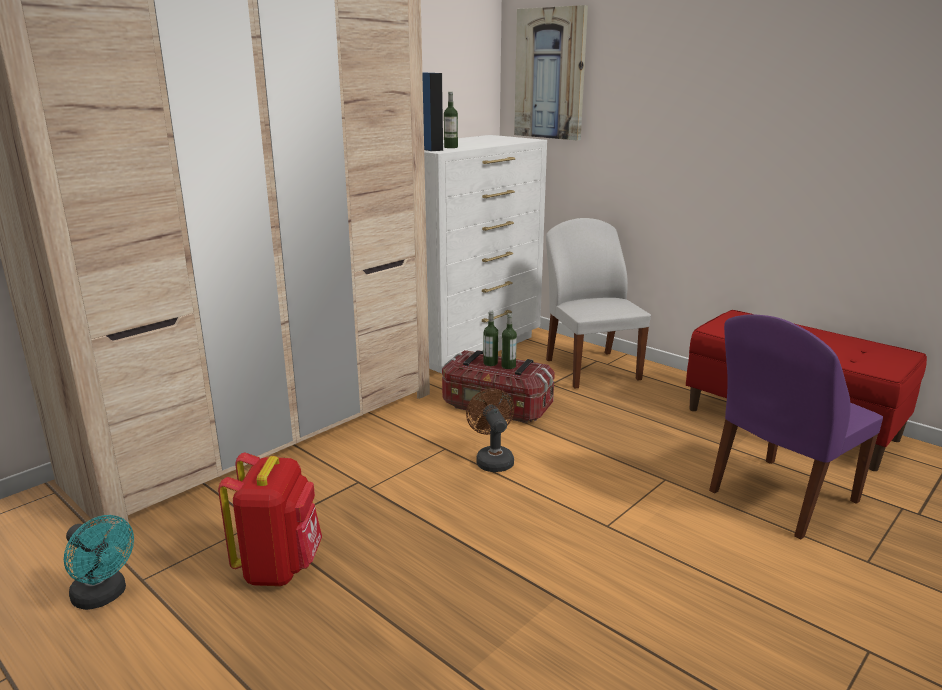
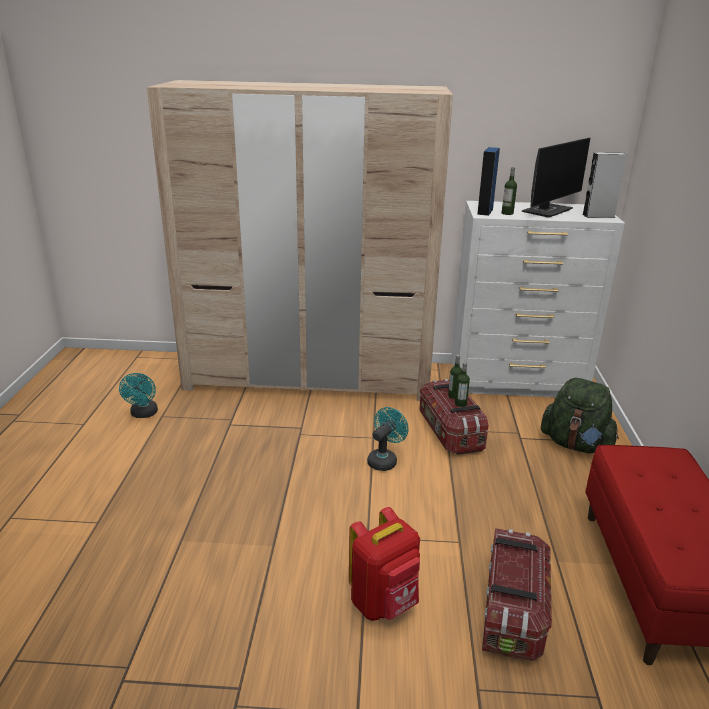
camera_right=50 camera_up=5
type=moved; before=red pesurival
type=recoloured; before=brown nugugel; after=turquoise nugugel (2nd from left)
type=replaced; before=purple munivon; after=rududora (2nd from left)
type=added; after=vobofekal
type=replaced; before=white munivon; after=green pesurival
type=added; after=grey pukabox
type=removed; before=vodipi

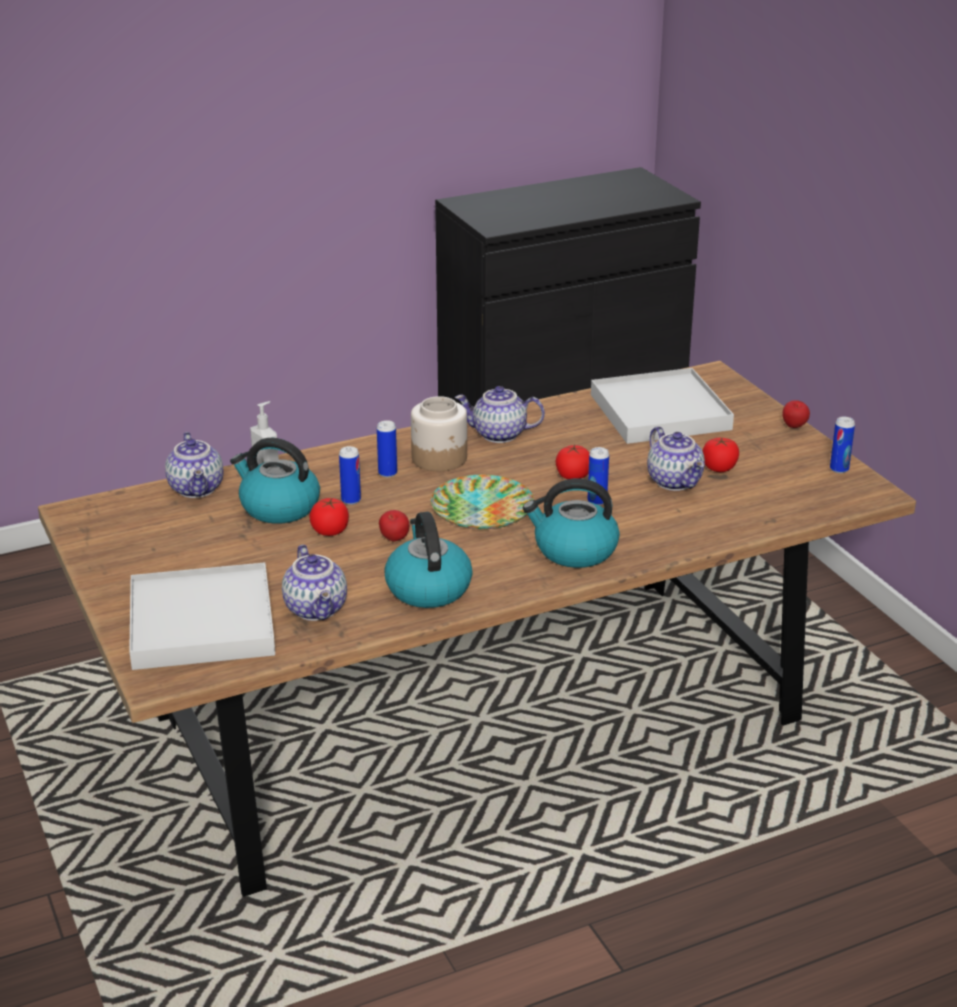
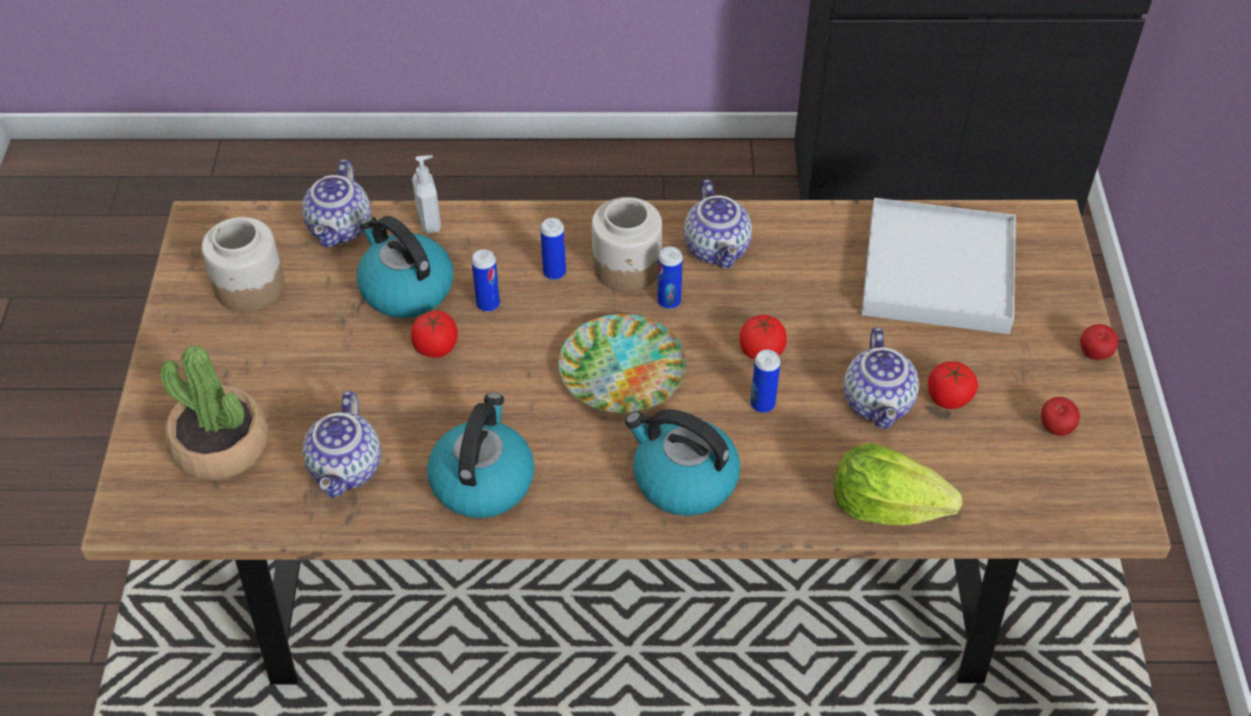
camera_right=25 camera_up=20
type=replaced; before=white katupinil (1st from left); after=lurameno
type=added; after=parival (1st from left)
type=moved; before=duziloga (4th from left in the first image); after=duziloga (3rd from left)
type=turned; before=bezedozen (3rd from left); turn=-135
type=added; after=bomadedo
type=moved; before=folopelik (1st from left)

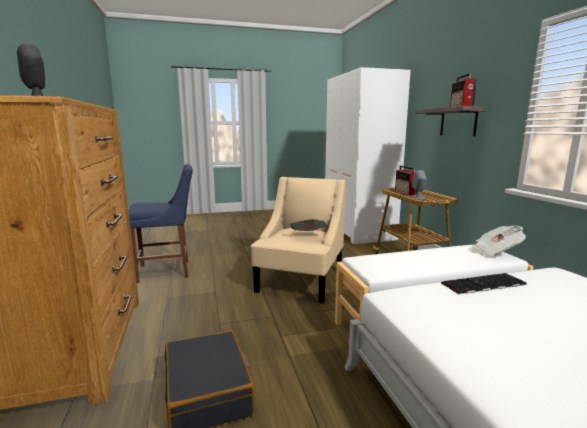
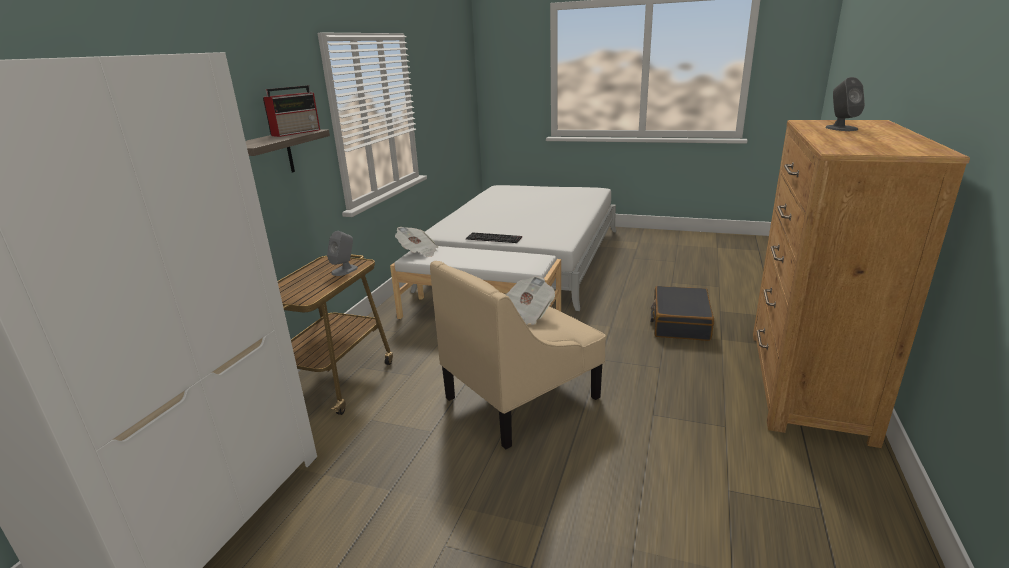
camera_right=-145 camera_up=10
type=removed; before=blue munivon
type=removed; before=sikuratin (1st from left)

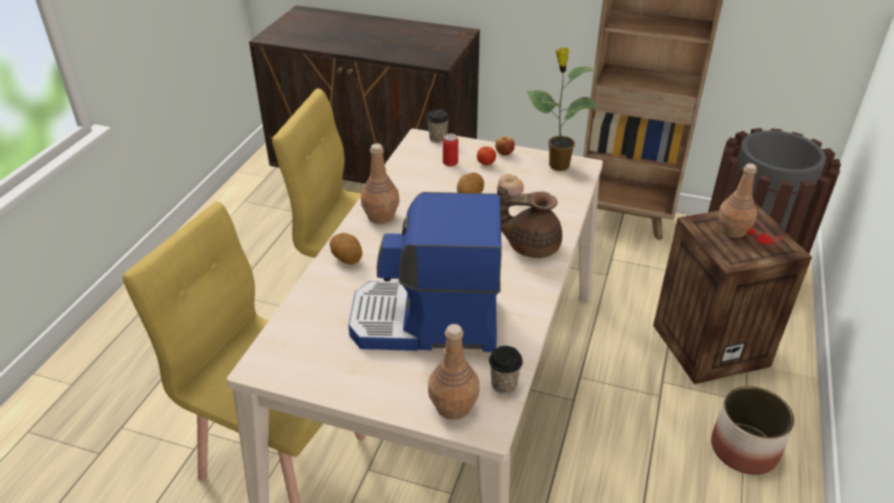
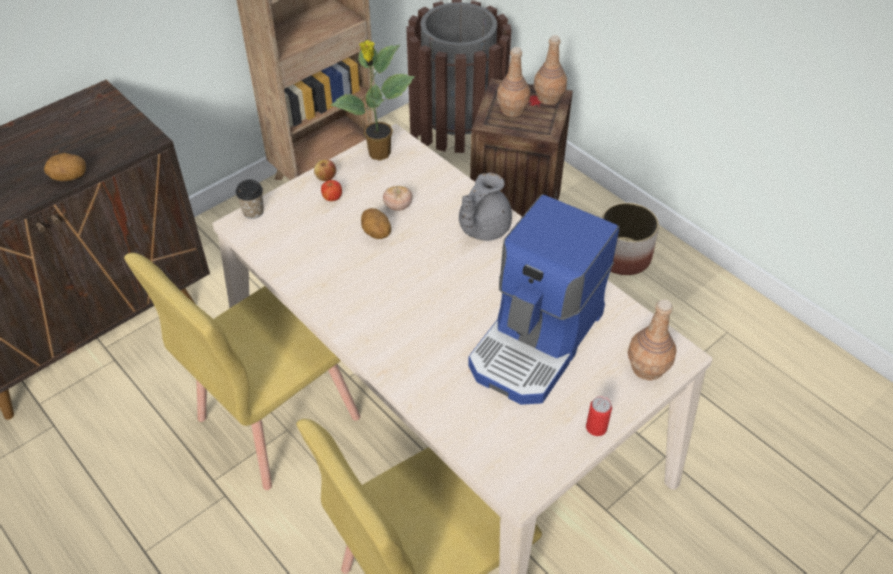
camera_right=-60 camera_up=10
type=moved; before=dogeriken (1st from left)
type=recoloured; before=brown bezedozen; after=grey bezedozen
type=moved; before=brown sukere (1st from left in the first image); after=brown sukere (2nd from left)
type=moved; before=duziloga
type=removed; before=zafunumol (2nd from left)

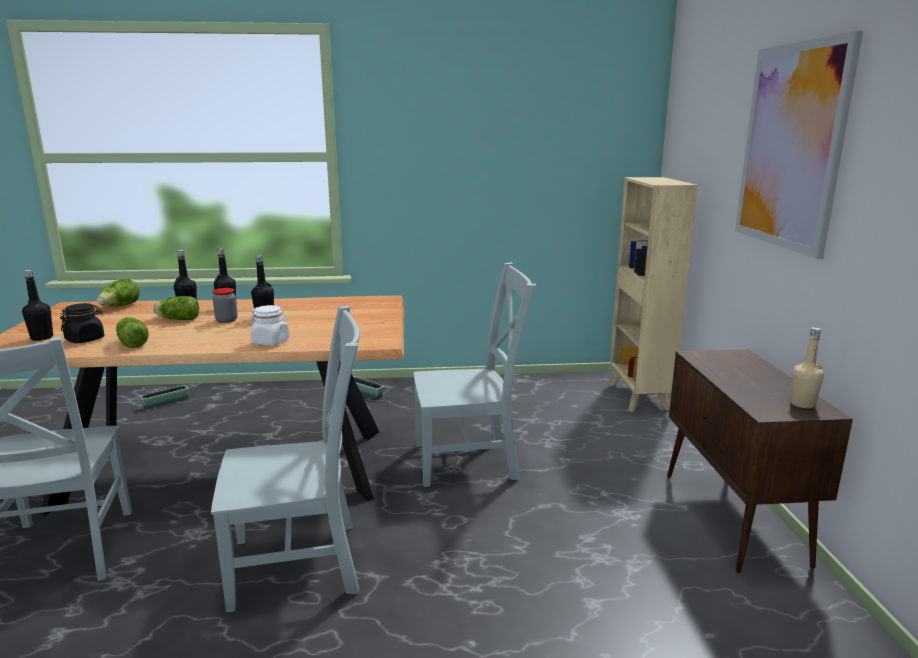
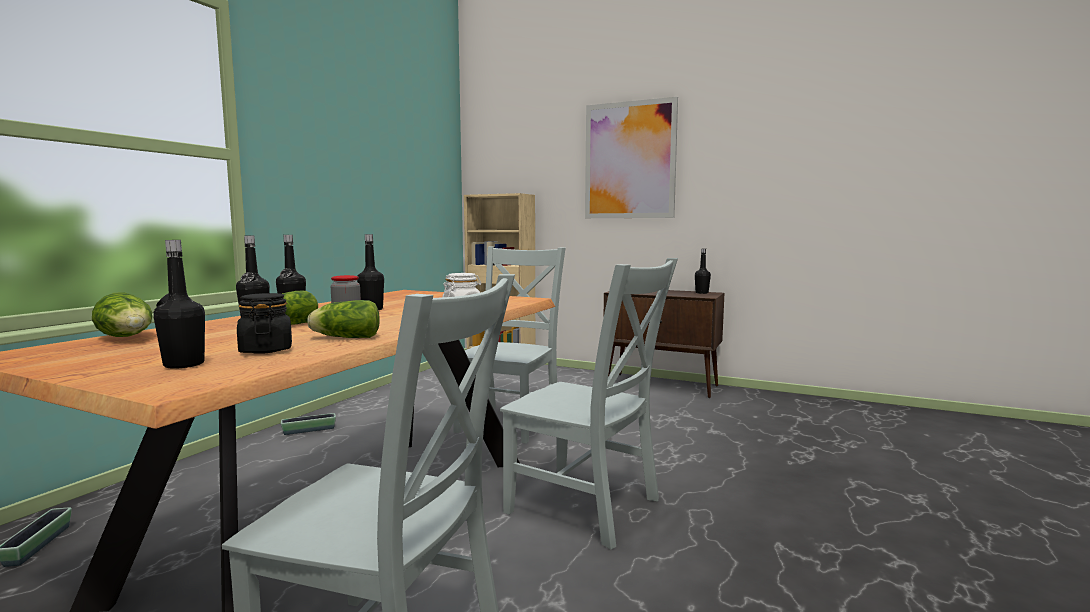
camera_right=-60 camera_up=-10
type=turned; before=grey munivon (2nd from left in the first image); turn=105
type=recoloured; before=beige sukere; after=black sukere (5th from left)

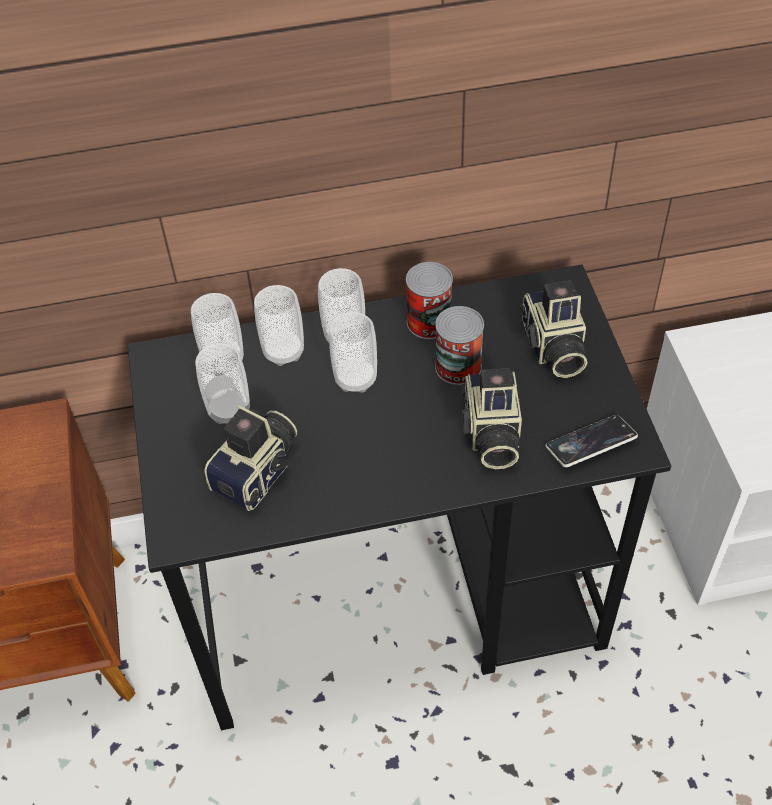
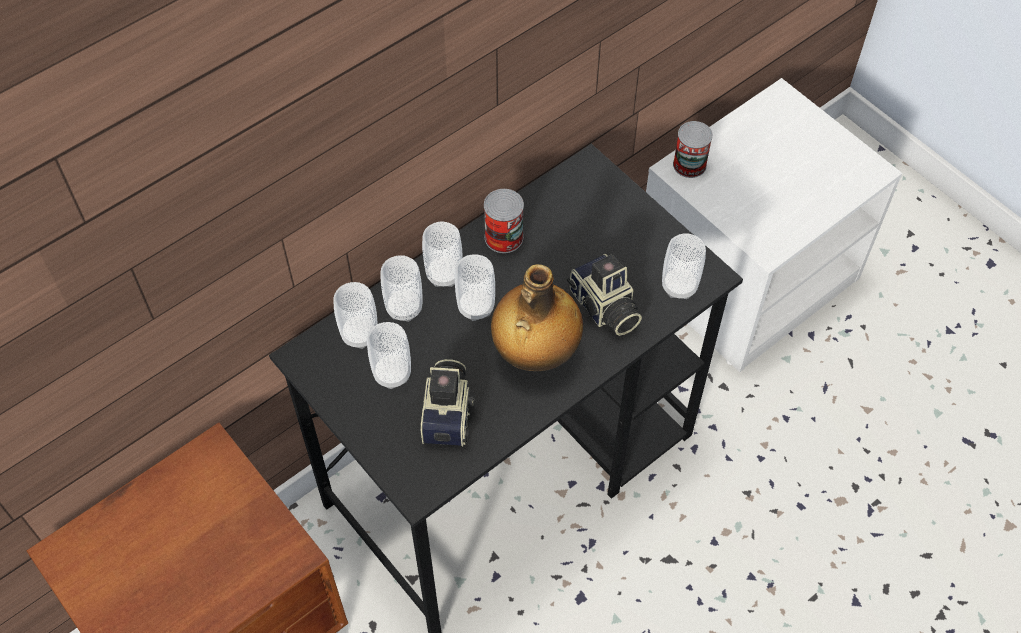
camera_right=-30 camera_up=5
type=added; after=sukere
type=replaced; before=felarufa; after=zafunumol (6th from left)
type=moved; before=duziloga (2nd from left)
type=removed; before=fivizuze (3rd from left)

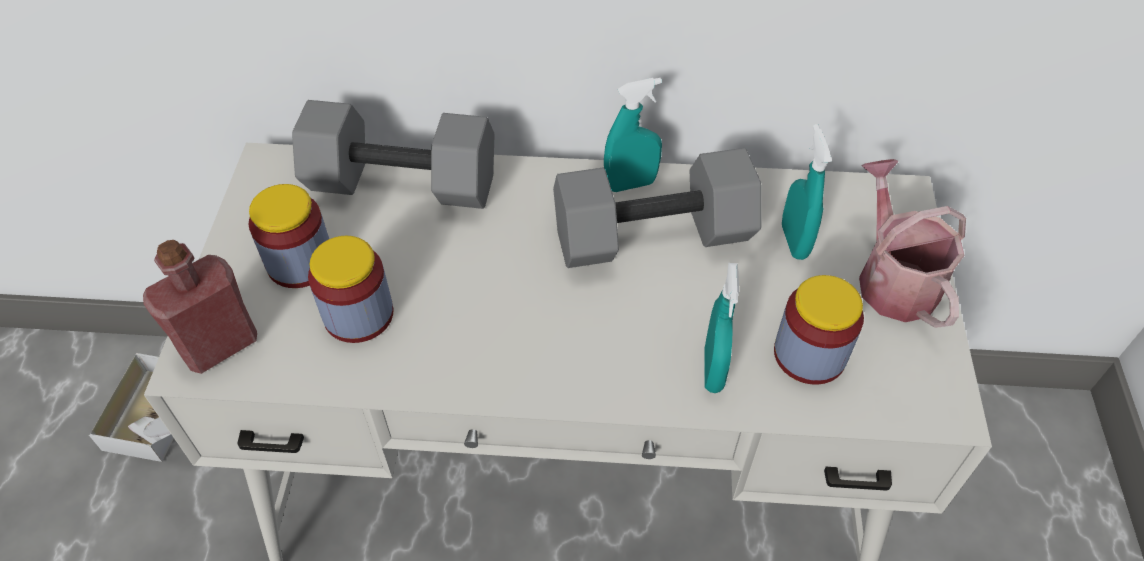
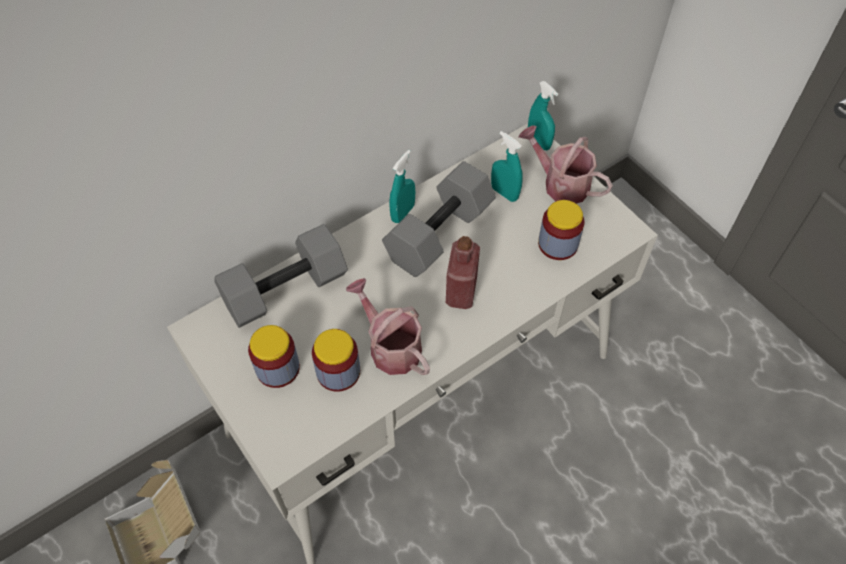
camera_right=-40 camera_up=5
type=added; after=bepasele (1st from left)
type=moved; before=red sukere
type=moved; before=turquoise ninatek (2nd from left in the first image); after=turquoise ninatek (3rd from left)

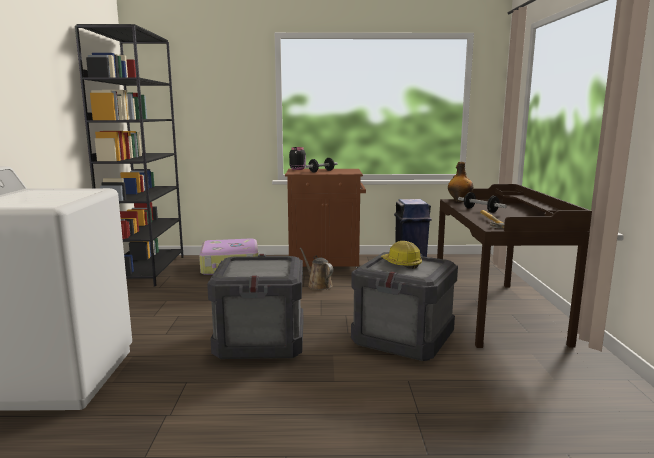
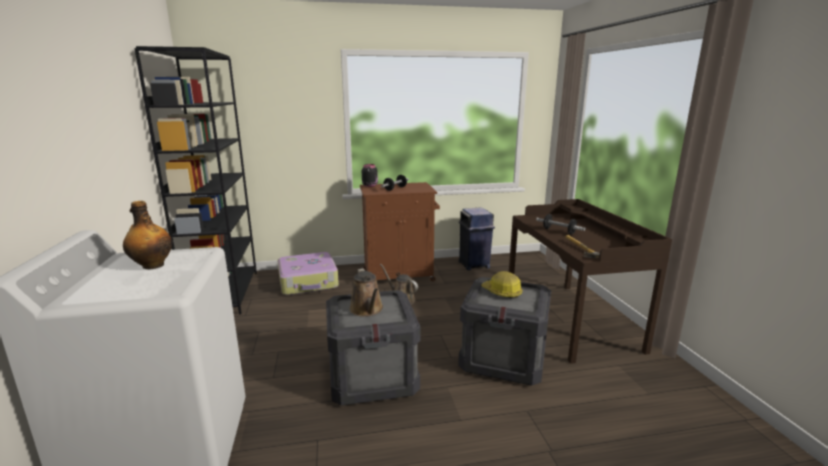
camera_right=-10 camera_up=5
type=moved; before=sukere
type=added; after=brown bepasele (1st from left)

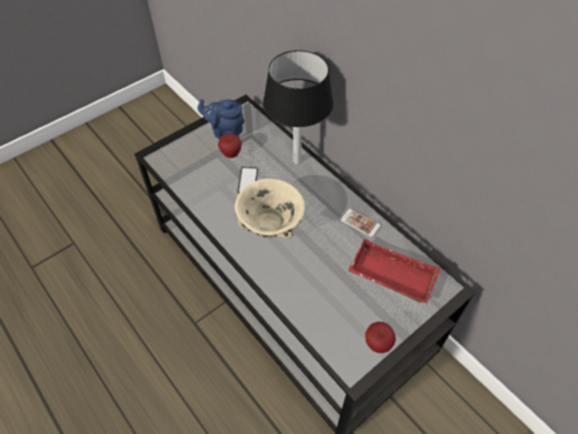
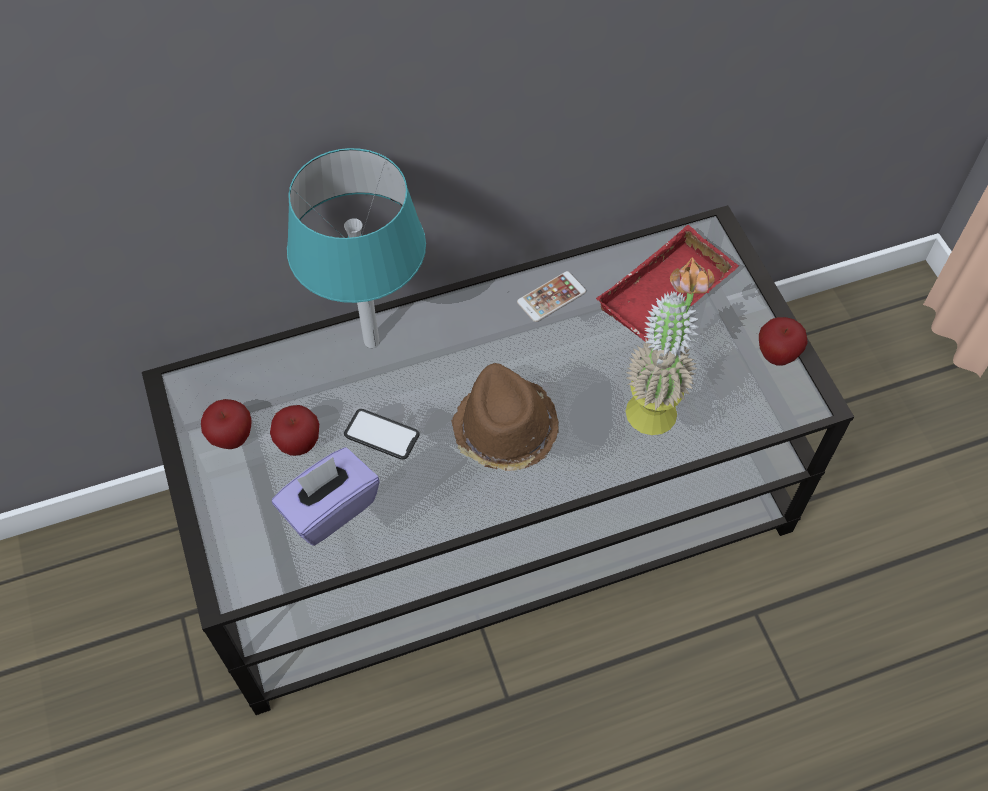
camera_right=-70 camera_up=5
type=replaced; before=blue bezedozen; after=folopelik (1st from left)
type=added; after=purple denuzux
type=recoloured; before=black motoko; after=turquoise motoko
type=replaced; before=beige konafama; after=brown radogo
type=added; after=lurameno

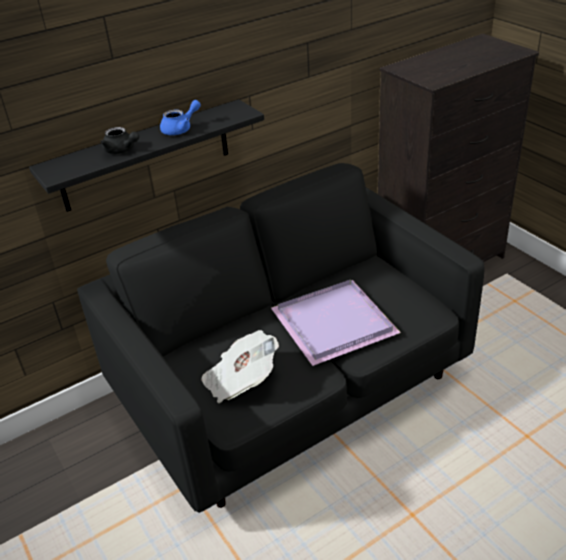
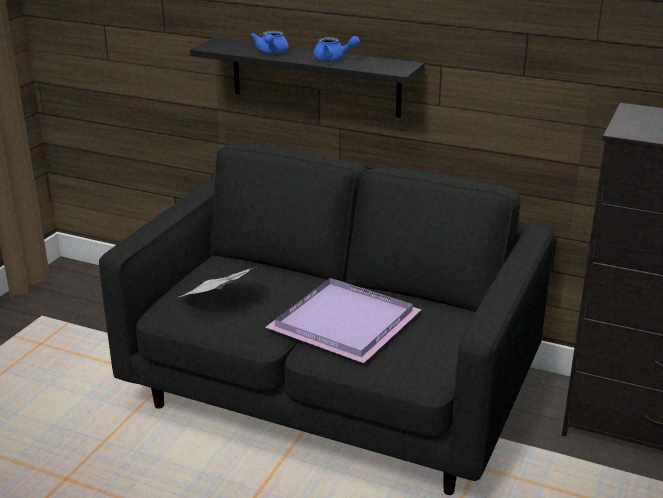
camera_right=55 camera_up=-10
type=recoloured; before=black bezedozen; after=blue bezedozen (1st from left)

